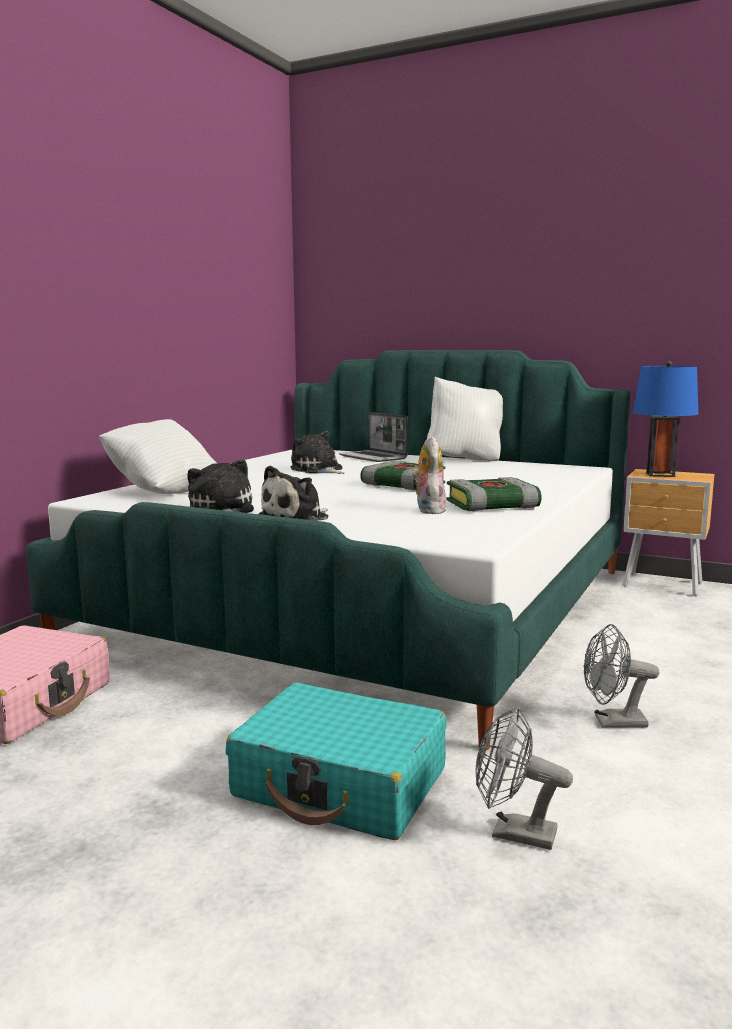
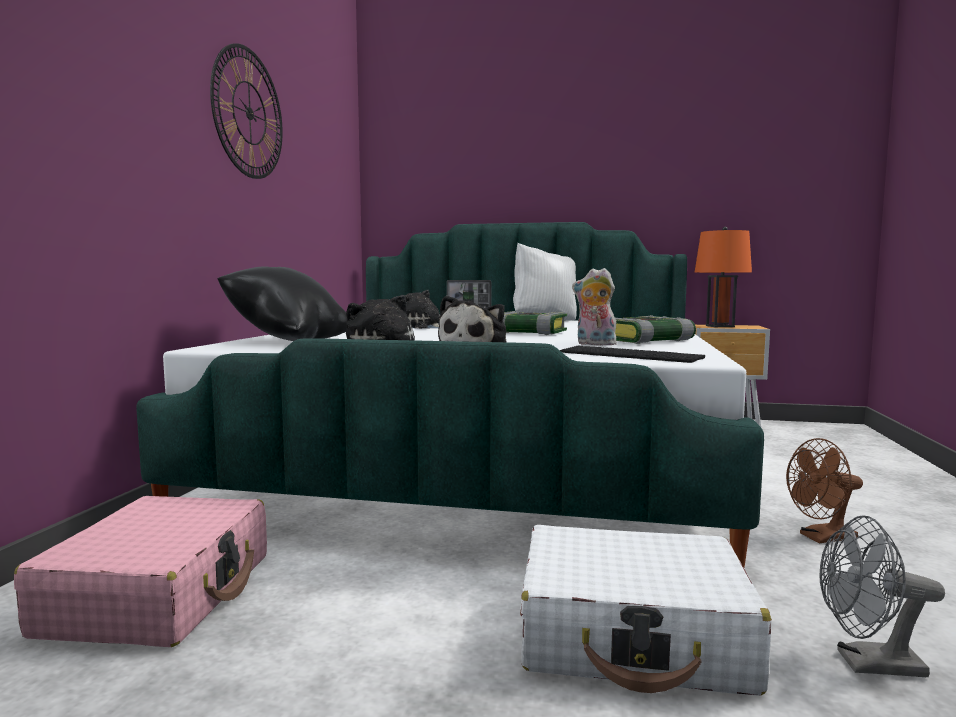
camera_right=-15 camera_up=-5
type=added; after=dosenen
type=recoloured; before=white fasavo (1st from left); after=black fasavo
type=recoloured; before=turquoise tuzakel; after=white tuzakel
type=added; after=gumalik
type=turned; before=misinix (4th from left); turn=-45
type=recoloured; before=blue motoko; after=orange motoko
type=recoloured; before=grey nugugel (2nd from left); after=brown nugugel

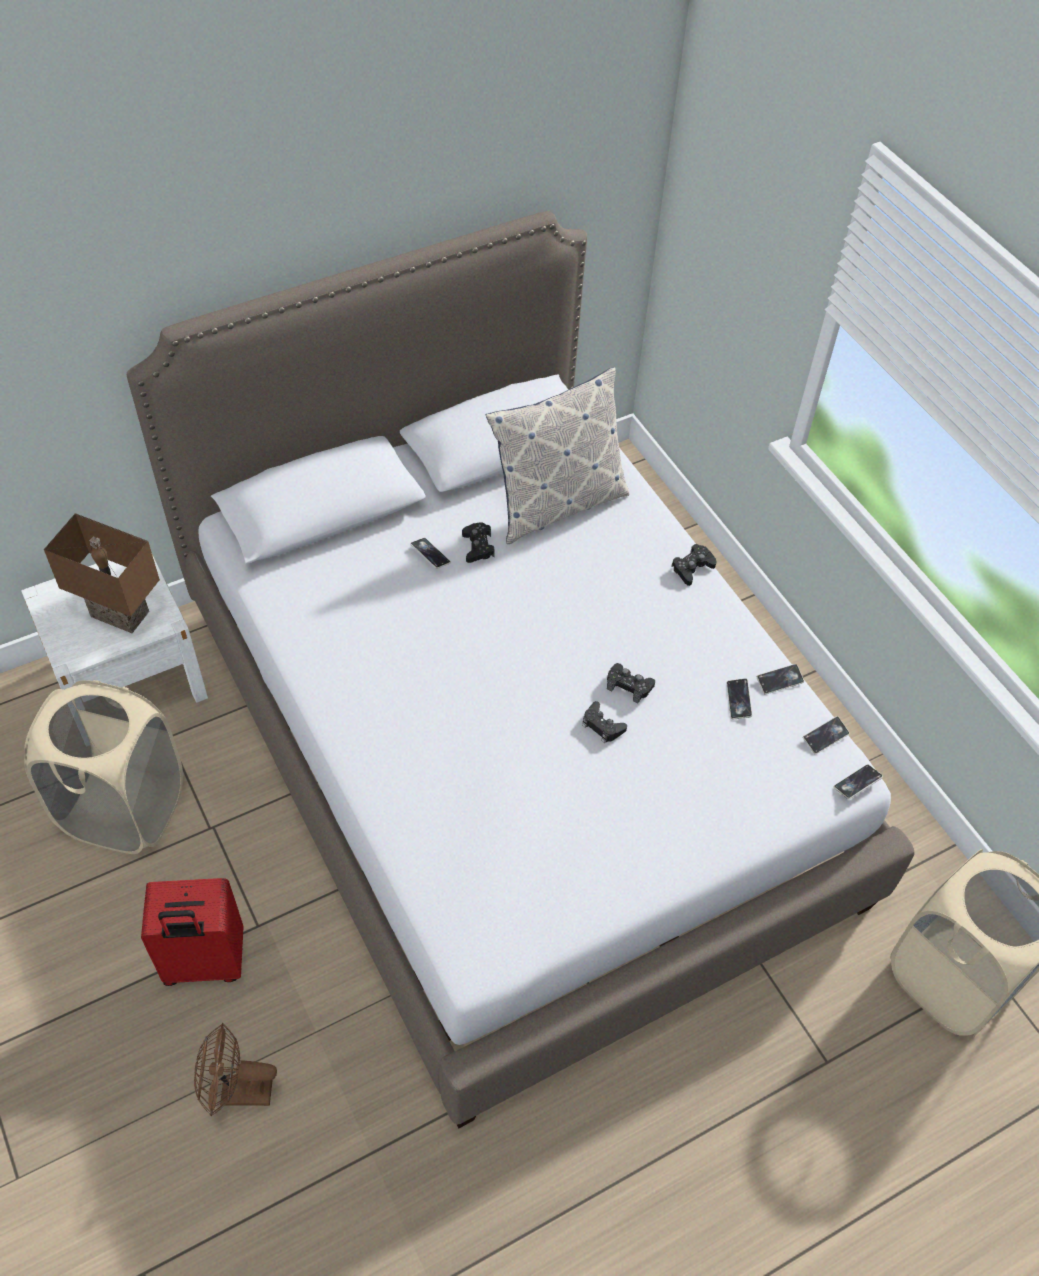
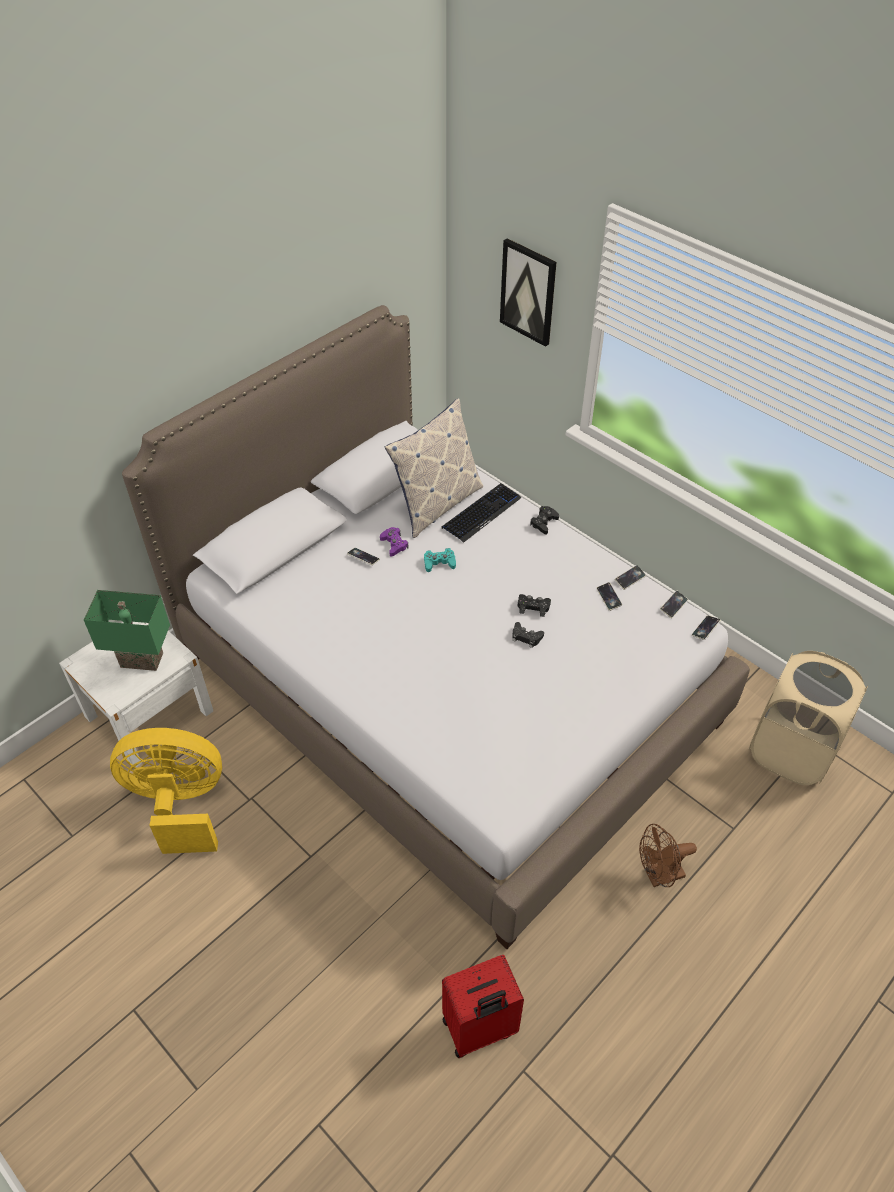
camera_right=-15 camera_up=-5
type=recoloured; before=brown motoko; after=green motoko
type=replaced; before=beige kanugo (1st from left); after=yellow nugugel
type=recoloured; before=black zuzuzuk (1st from left); after=purple zuzuzuk
type=added; after=turquoise zuzuzuk
type=added; after=gumalik
type=moved; before=red tuzakel
type=added; after=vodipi
type=moved; before=brown nugugel

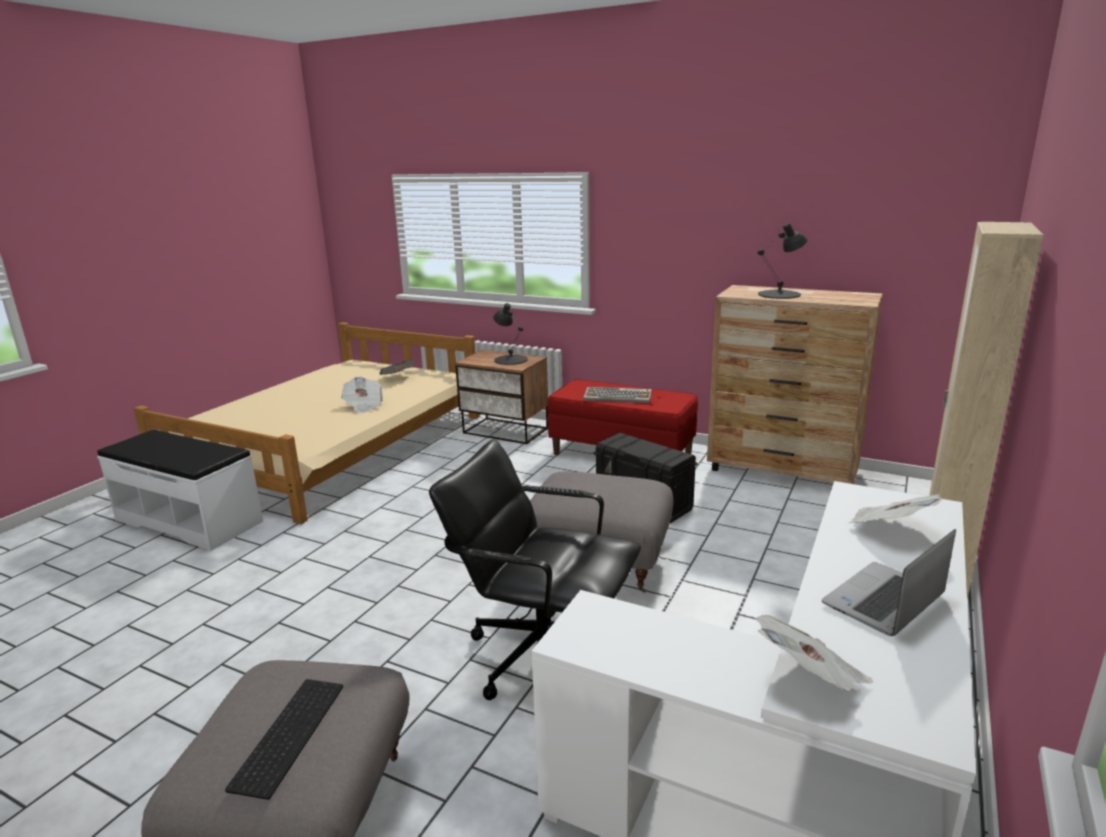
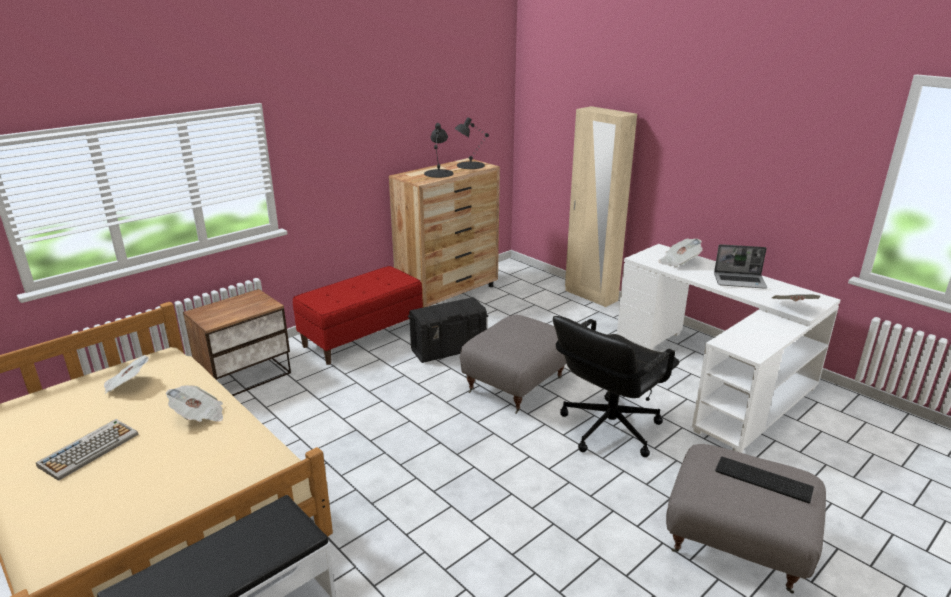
camera_right=-70 camera_up=5
type=moved; before=gumalik (2nd from left in the first image); after=gumalik (1st from left)
type=moved; before=black motoko (1st from left in the first image); after=black motoko (2nd from left)
type=turned; before=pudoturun; turn=-60

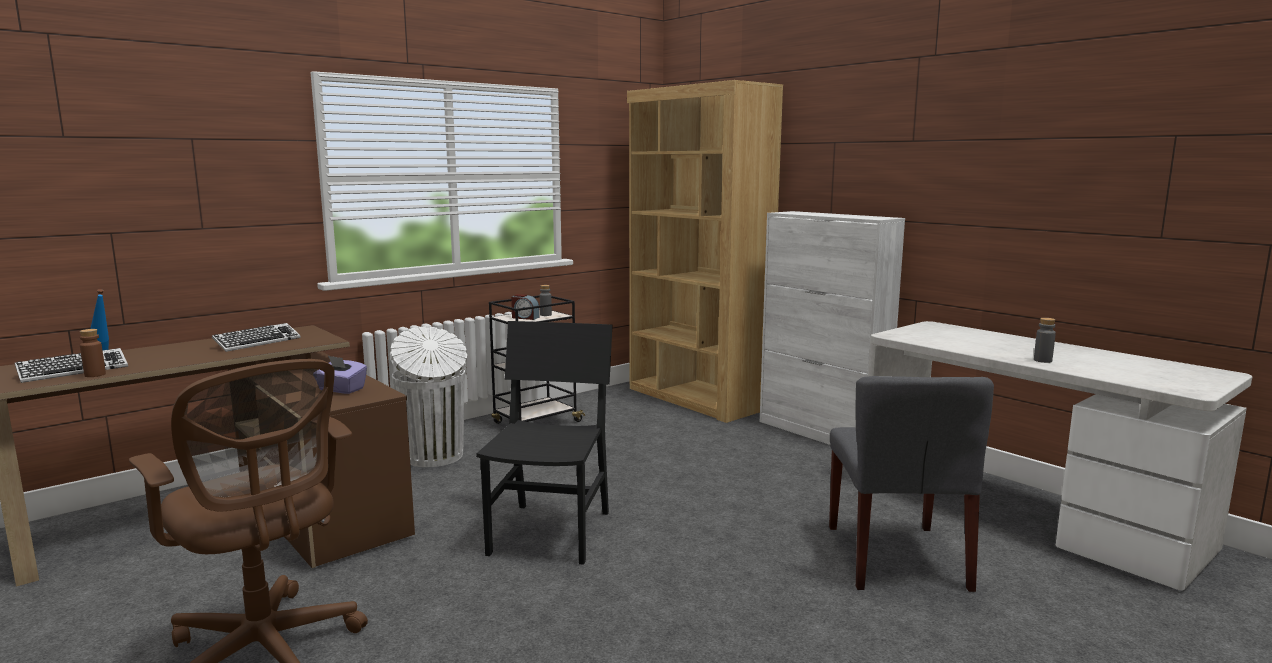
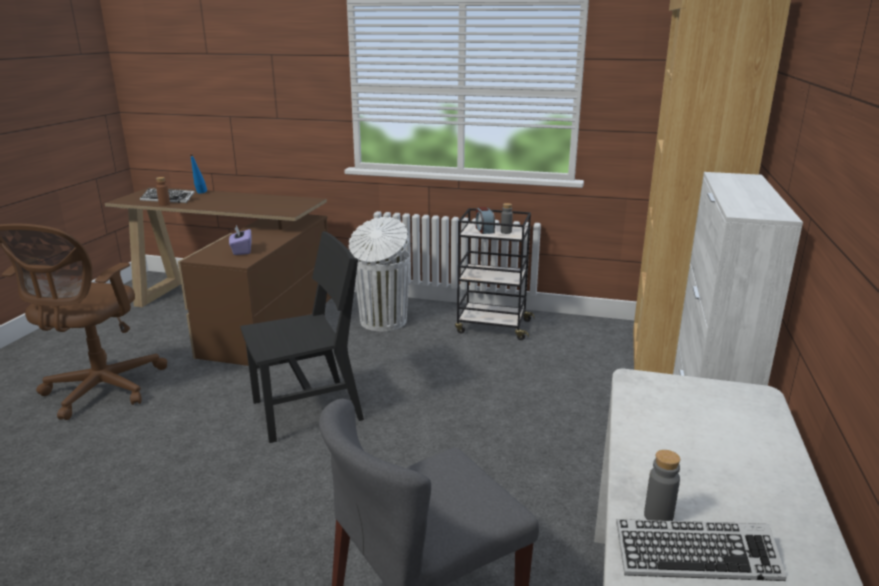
camera_right=55 camera_up=10
type=moved; before=gumalik (2nd from left)

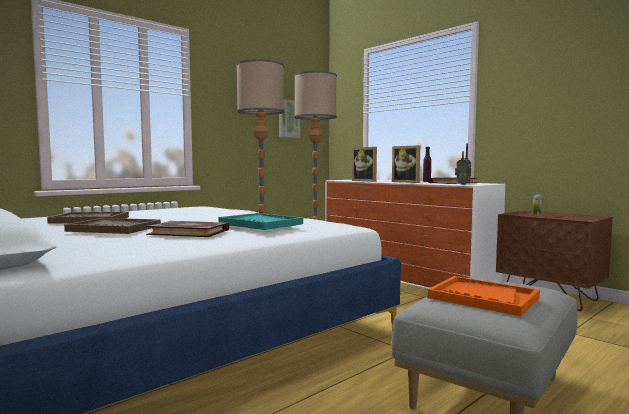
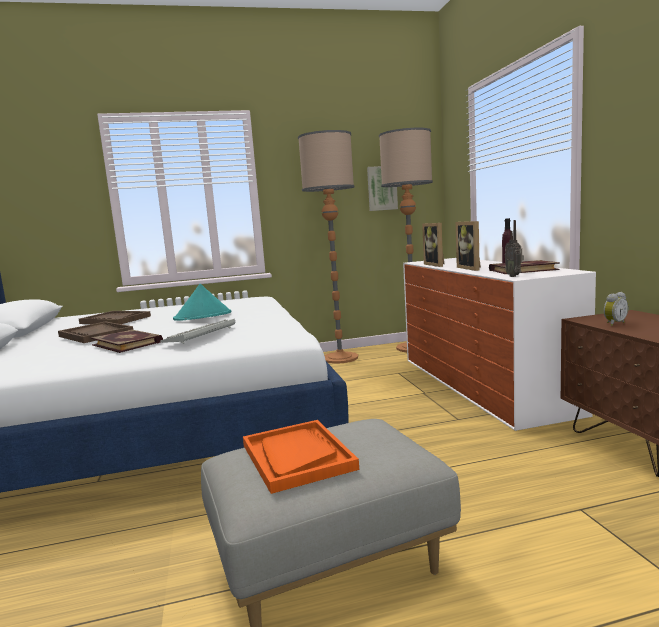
camera_right=30 camera_up=5
type=replaced; before=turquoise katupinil; after=gumalik
type=added; after=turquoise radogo

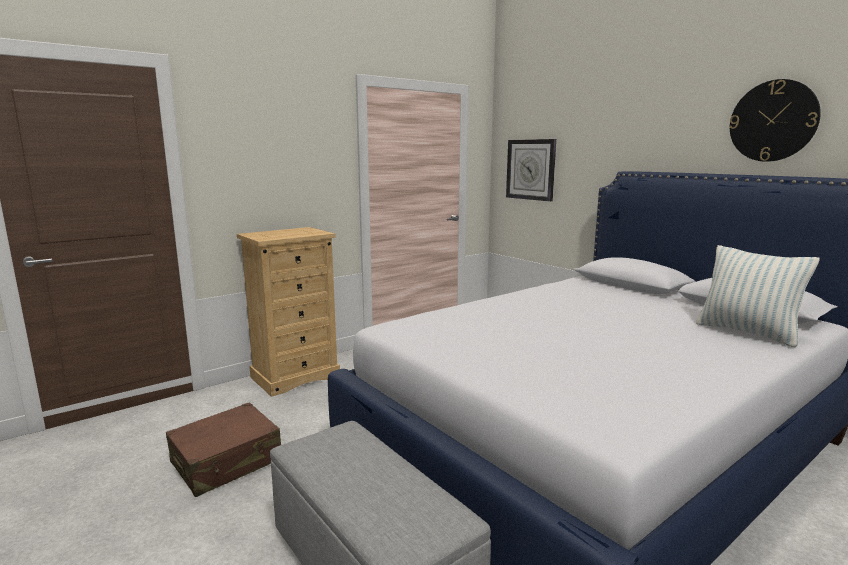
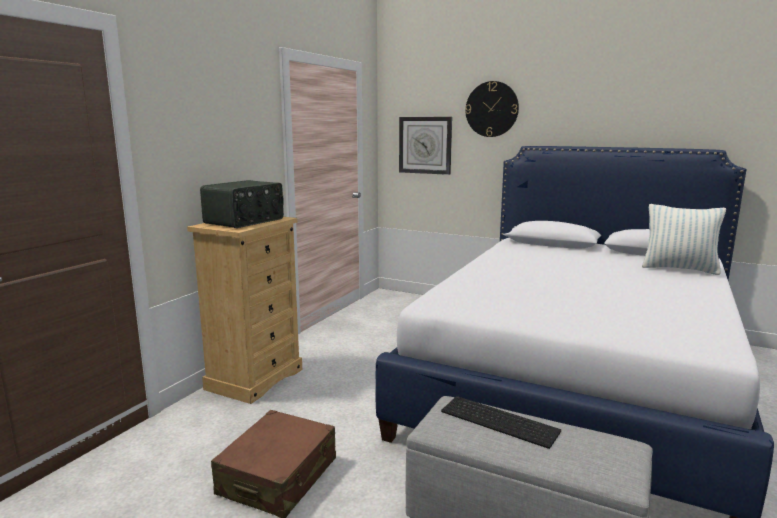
camera_right=-25 camera_up=0
type=added; after=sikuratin
type=added; after=gumalik
type=moved; before=dosenen (2nd from left)

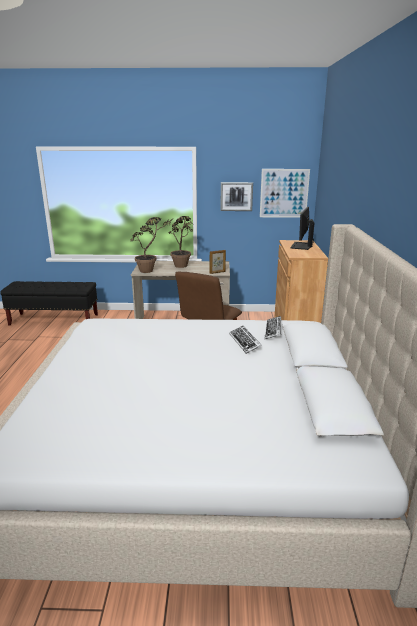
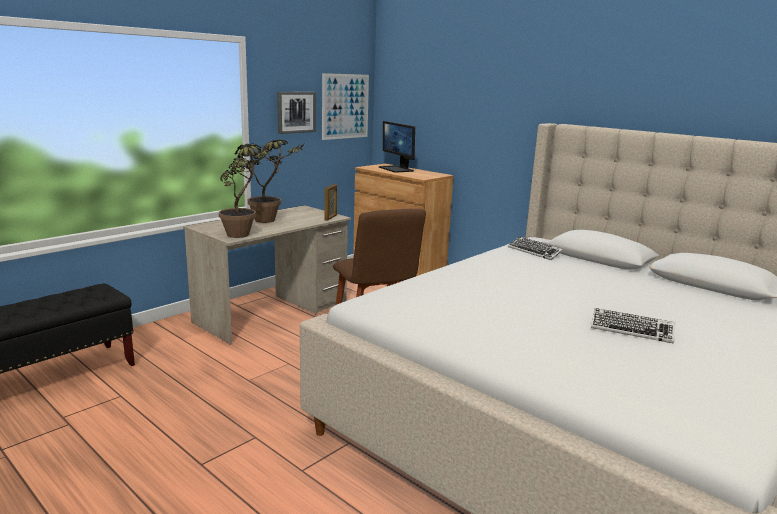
camera_right=-50 camera_up=-5
type=moved; before=gumalik (1st from left in the first image); after=gumalik (2nd from left)

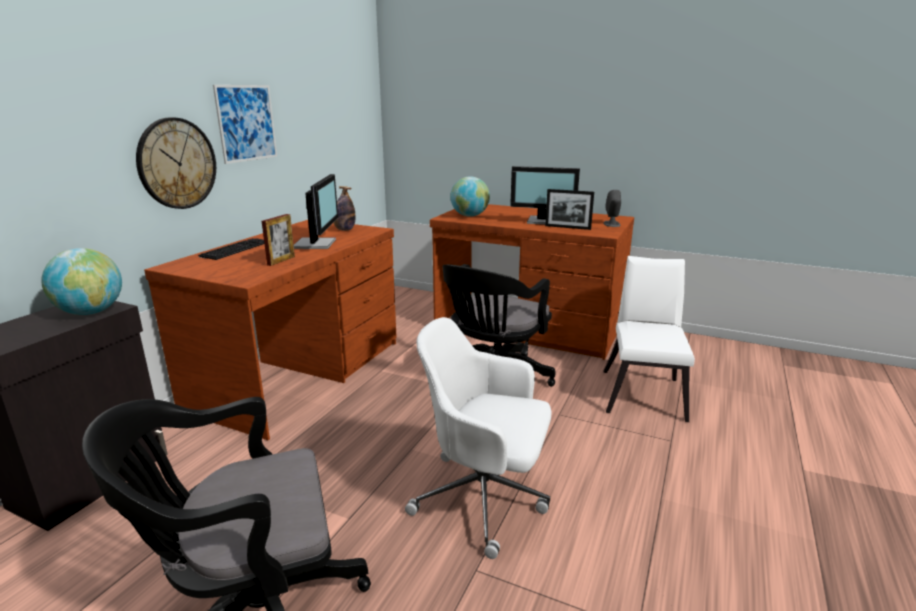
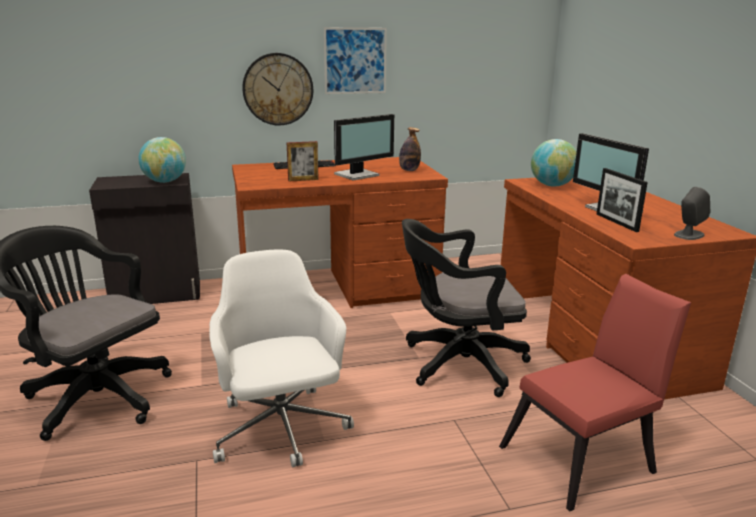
camera_right=50 camera_up=0
type=recoloured; before=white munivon; after=red munivon

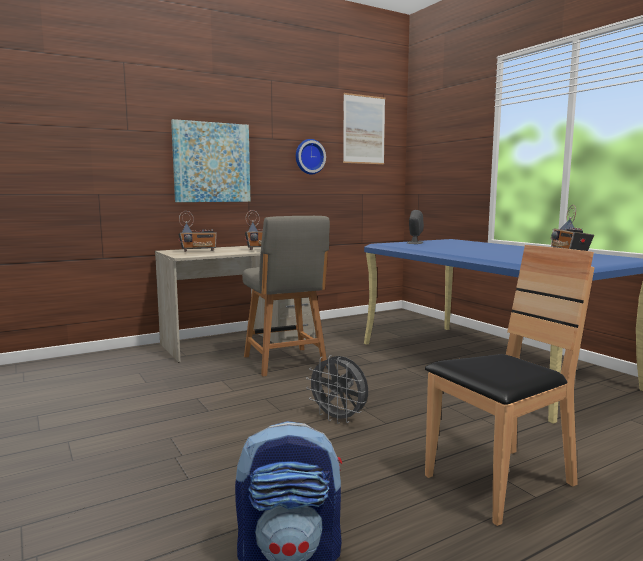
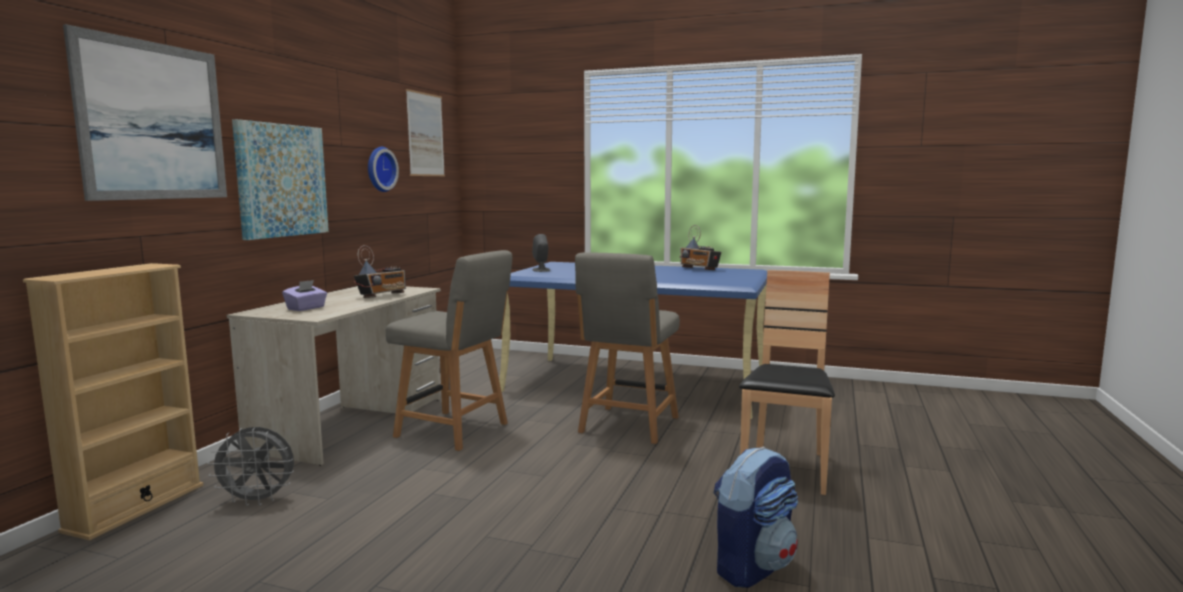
camera_right=-40 camera_up=0
type=added; after=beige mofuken
type=added; after=vodipi (1st from left)
type=moved; before=grey nugugel
type=replaced; before=sikuratin (1st from left); after=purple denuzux
type=added; after=grey munivon (2nd from left)

